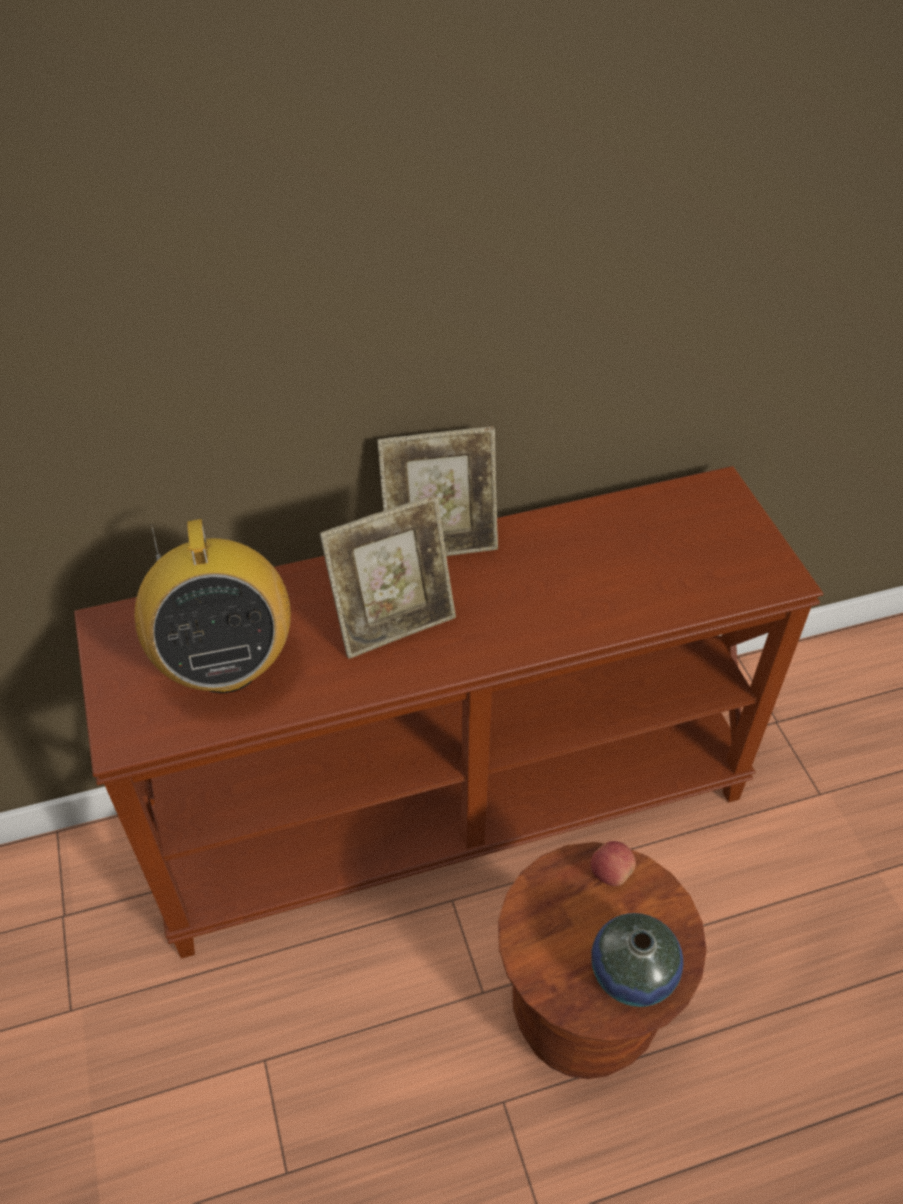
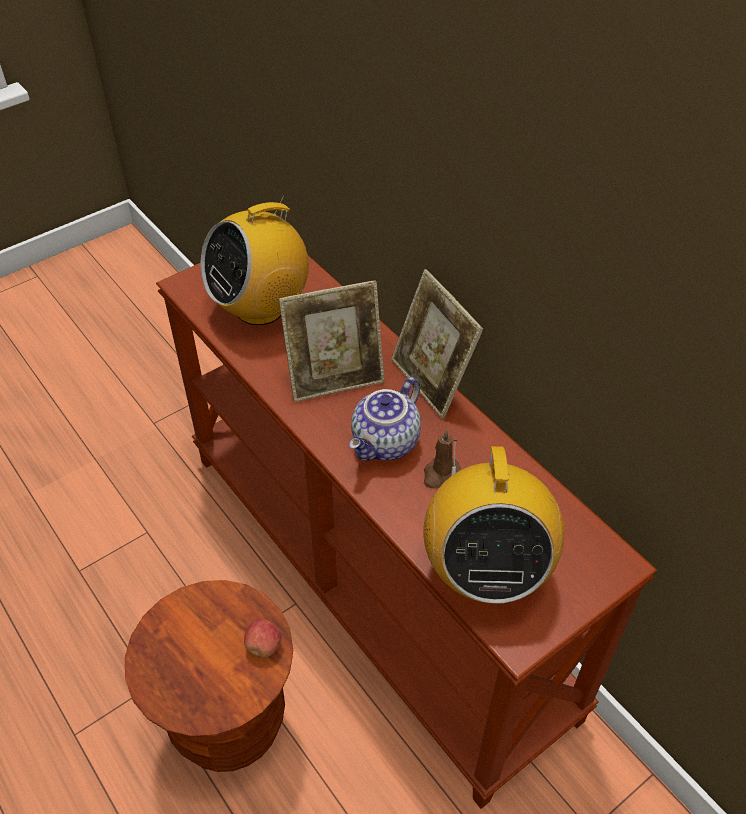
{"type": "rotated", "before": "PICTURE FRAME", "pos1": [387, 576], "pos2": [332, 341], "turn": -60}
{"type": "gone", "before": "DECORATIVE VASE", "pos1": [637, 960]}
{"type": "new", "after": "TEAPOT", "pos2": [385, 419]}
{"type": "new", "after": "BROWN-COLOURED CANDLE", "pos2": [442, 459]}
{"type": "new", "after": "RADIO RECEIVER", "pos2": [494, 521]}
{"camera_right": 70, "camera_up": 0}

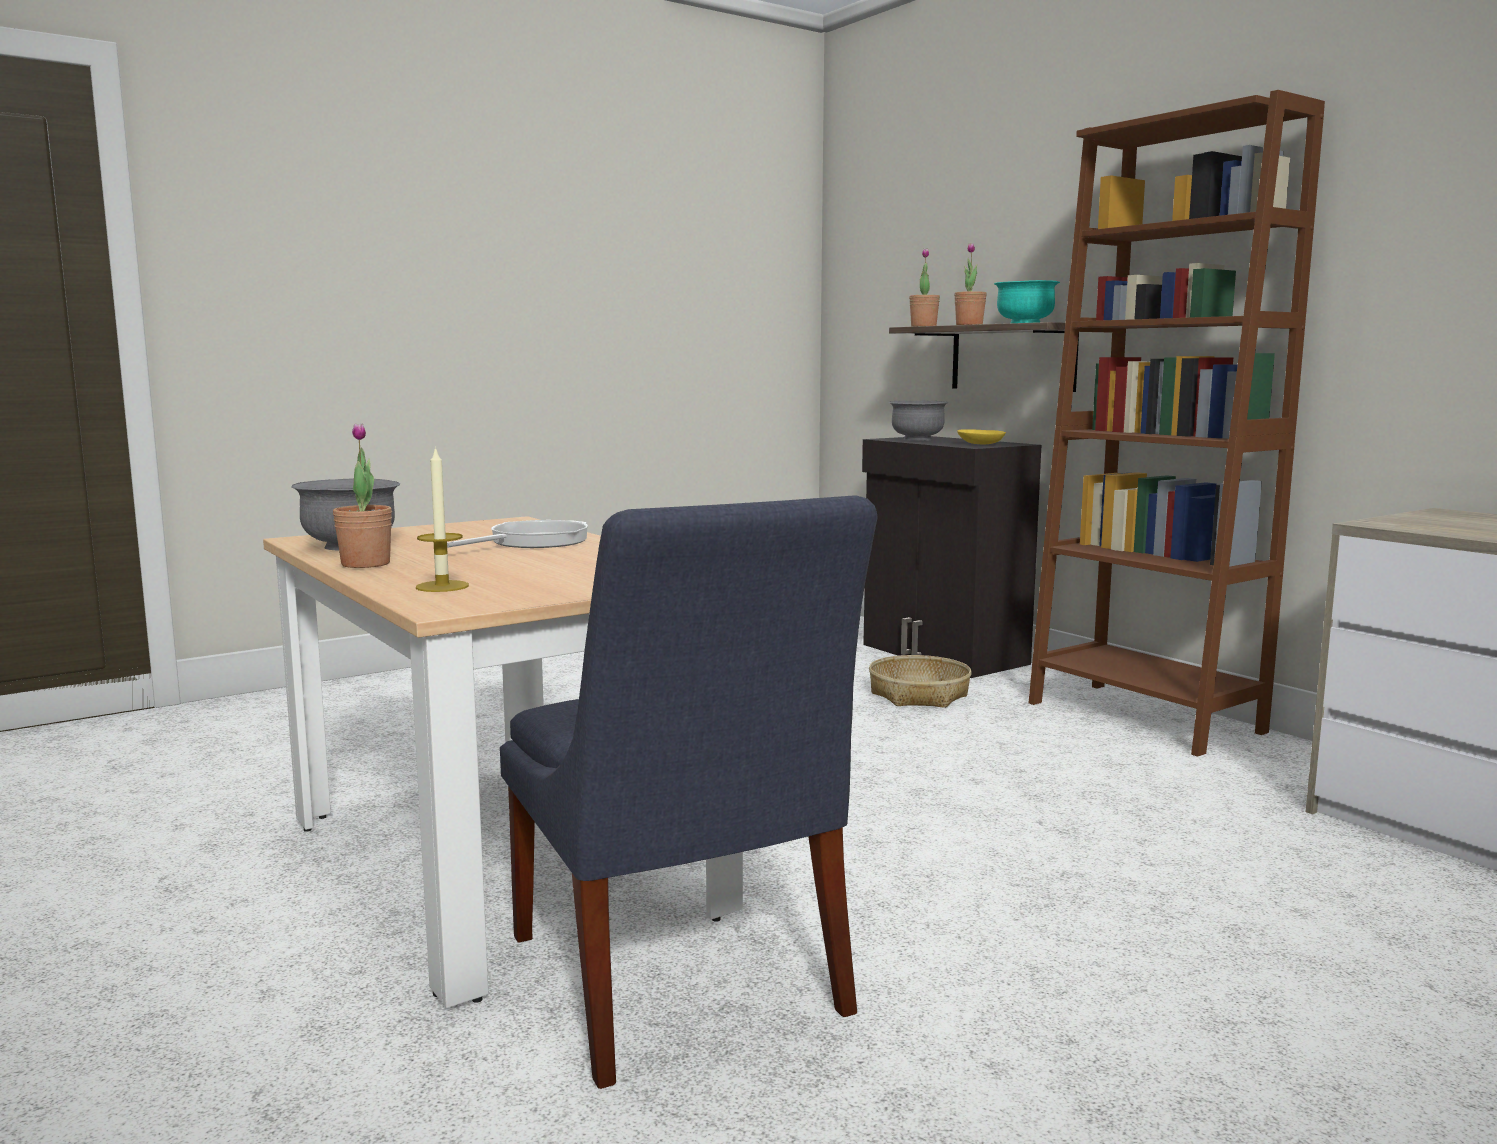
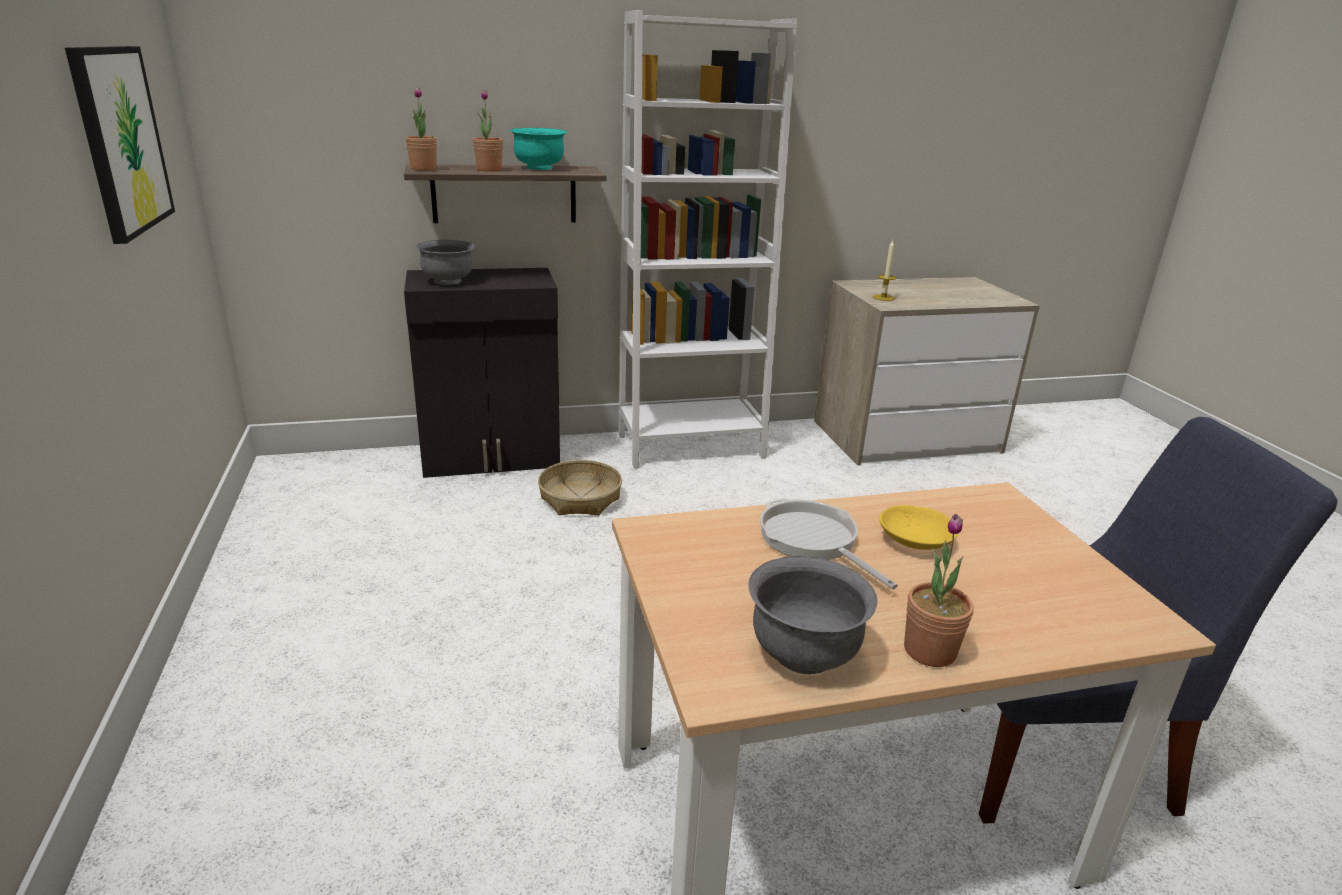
{"type": "shifted", "before": "CANDLE", "pos1": [442, 519], "pos2": [884, 270]}
{"type": "shifted", "before": "YELLOWISH DEEP DISH", "pos1": [981, 436], "pos2": [918, 527]}
{"type": "repainted", "before": "BROWN-COLOURED SHELVING UNIT", "after": "WHITISH SHELVING UNIT", "pos1": [1177, 423], "pos2": [708, 239]}
{"type": "new", "after": "WALL PICTURE", "pos2": [120, 145]}
{"camera_right": -70, "camera_up": 15}

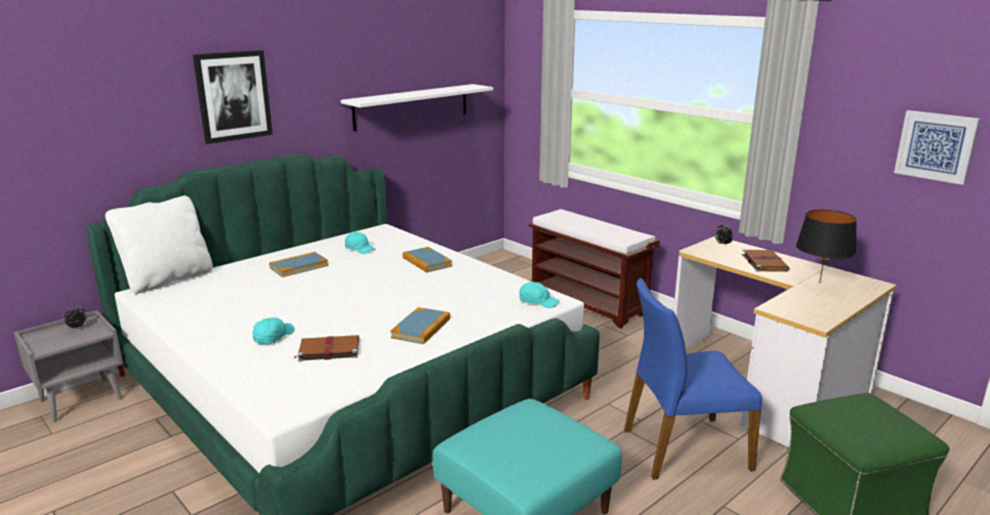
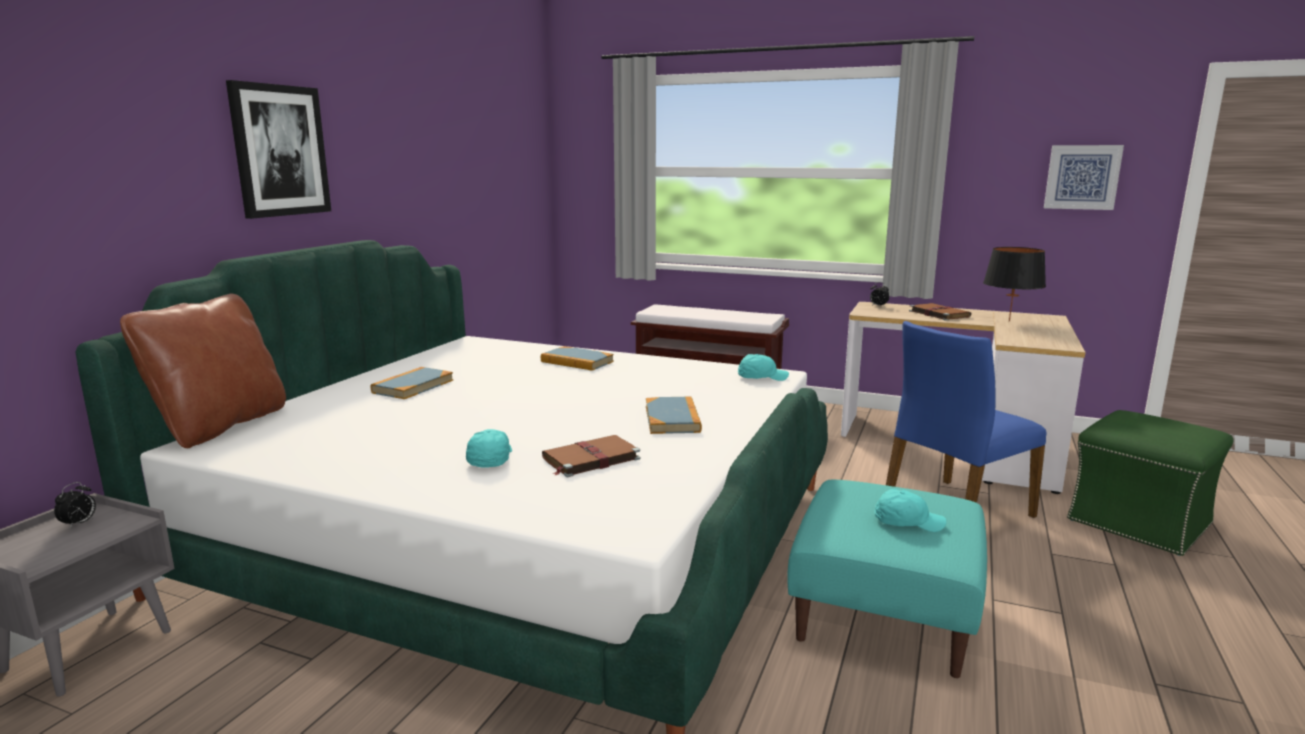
{"type": "repainted", "before": "WHITISH THROW PILLOW", "after": "BROWN-COLOURED THROW PILLOW", "pos1": [159, 244], "pos2": [203, 370]}
{"type": "gone", "before": "WHITISH BRACKET SHELF", "pos1": [417, 107]}
{"type": "shifted", "before": "TURQUOISE PEAKED CAP", "pos1": [360, 243], "pos2": [910, 510]}
{"camera_right": -25, "camera_up": -5}

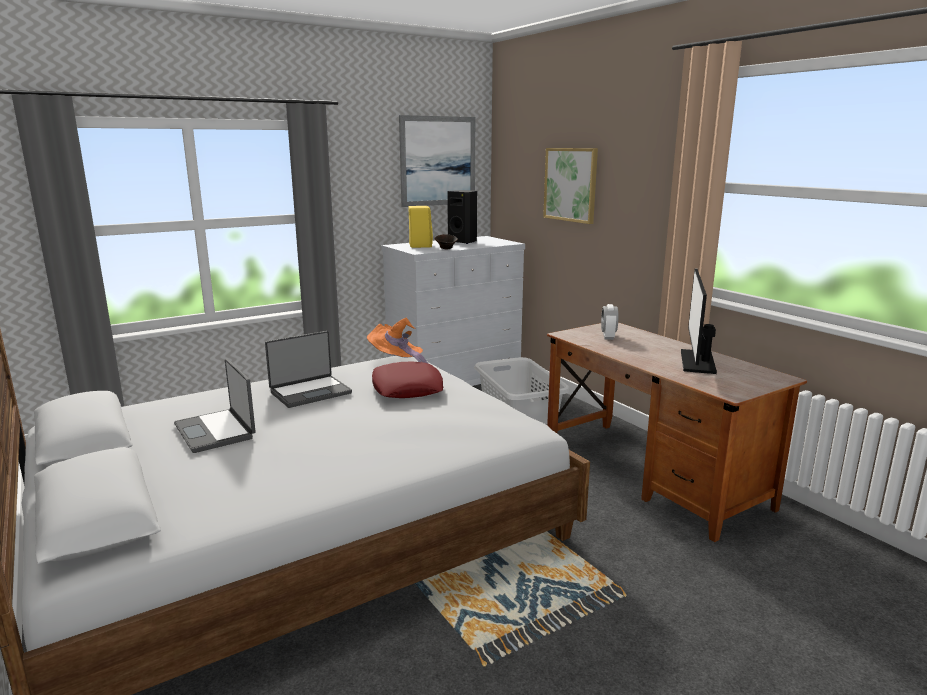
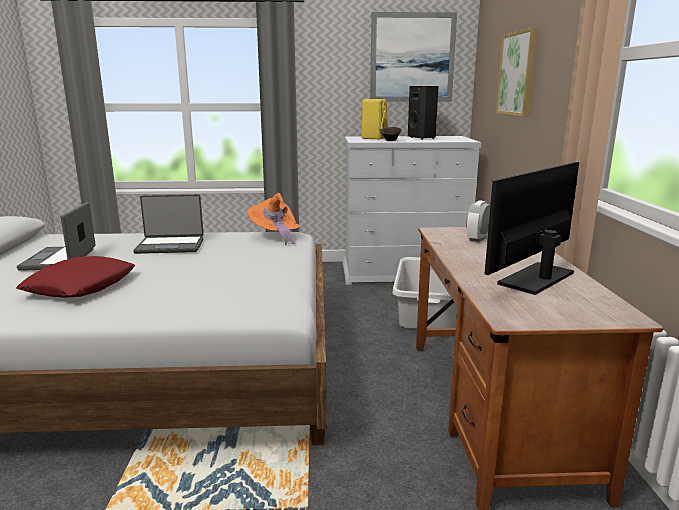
{"type": "shifted", "before": "RED-COLOURED THROW PILLOW", "pos1": [407, 379], "pos2": [75, 277]}
{"camera_right": 30, "camera_up": 0}

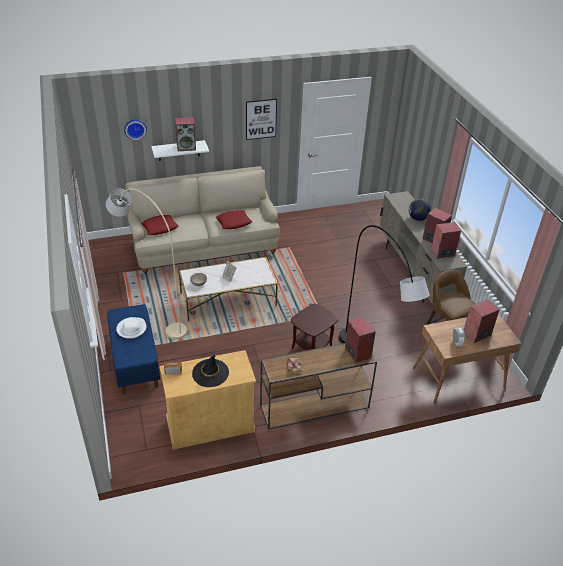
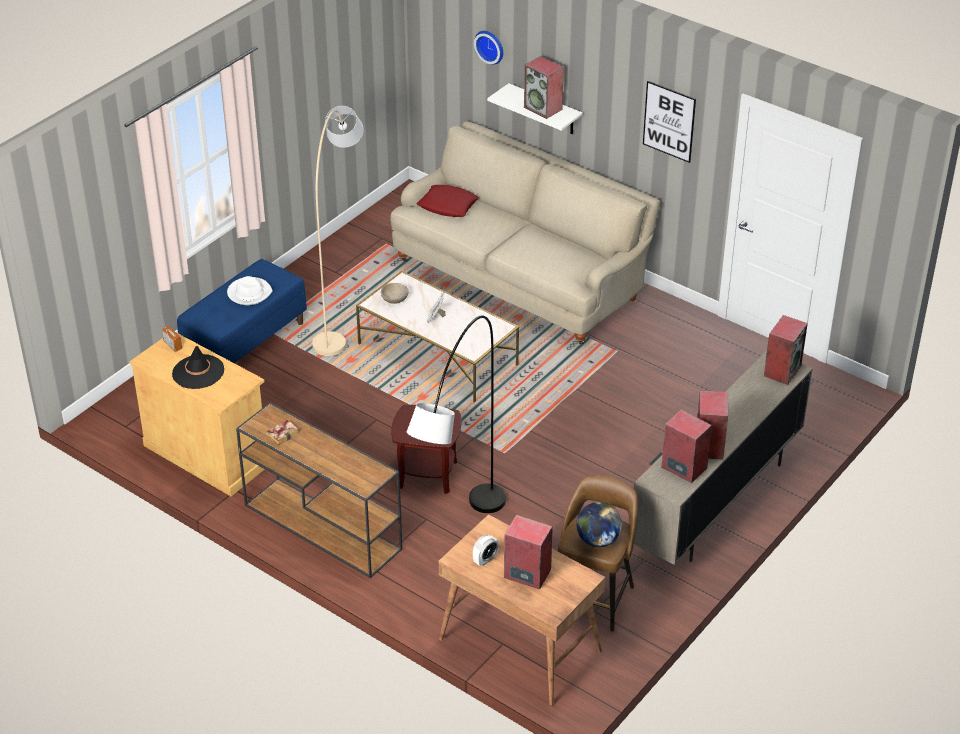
{"type": "gone", "before": "RED-COLOURED THROW PILLOW", "pos1": [234, 219]}
{"type": "shifted", "before": "AUDIO SPEAKER", "pos1": [360, 339], "pos2": [786, 350]}
{"type": "shifted", "before": "DESK GLOBE", "pos1": [420, 210], "pos2": [599, 524]}
{"camera_right": 55, "camera_up": 0}

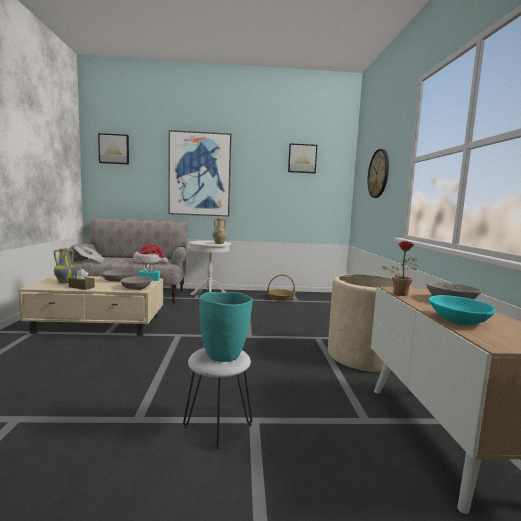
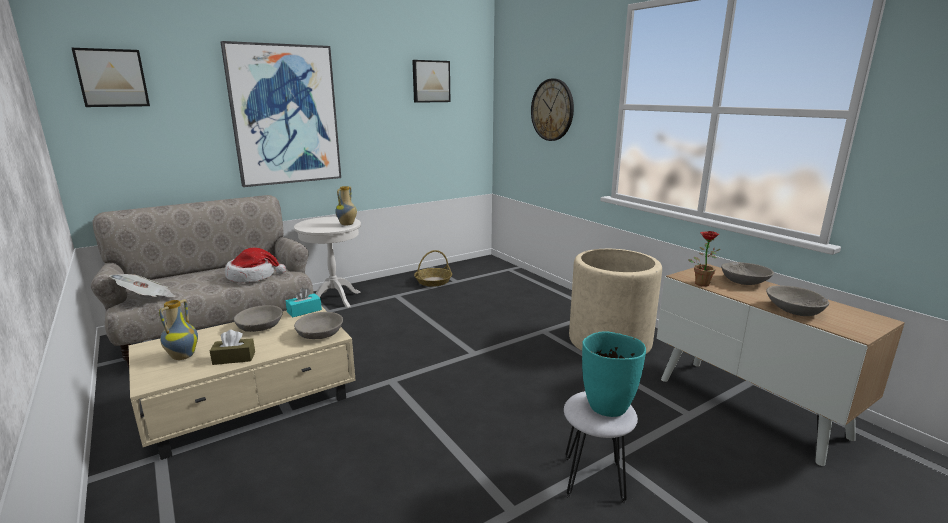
{"type": "repainted", "before": "TURQUOISE DEEP DISH", "after": "GREY DEEP DISH", "pos1": [462, 310], "pos2": [797, 300]}
{"camera_right": -30, "camera_up": 10}

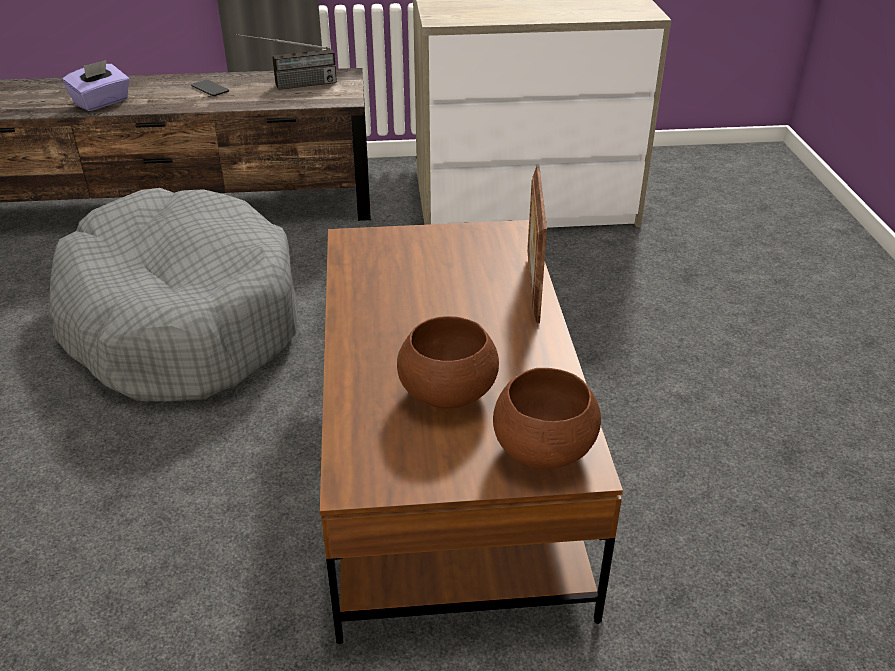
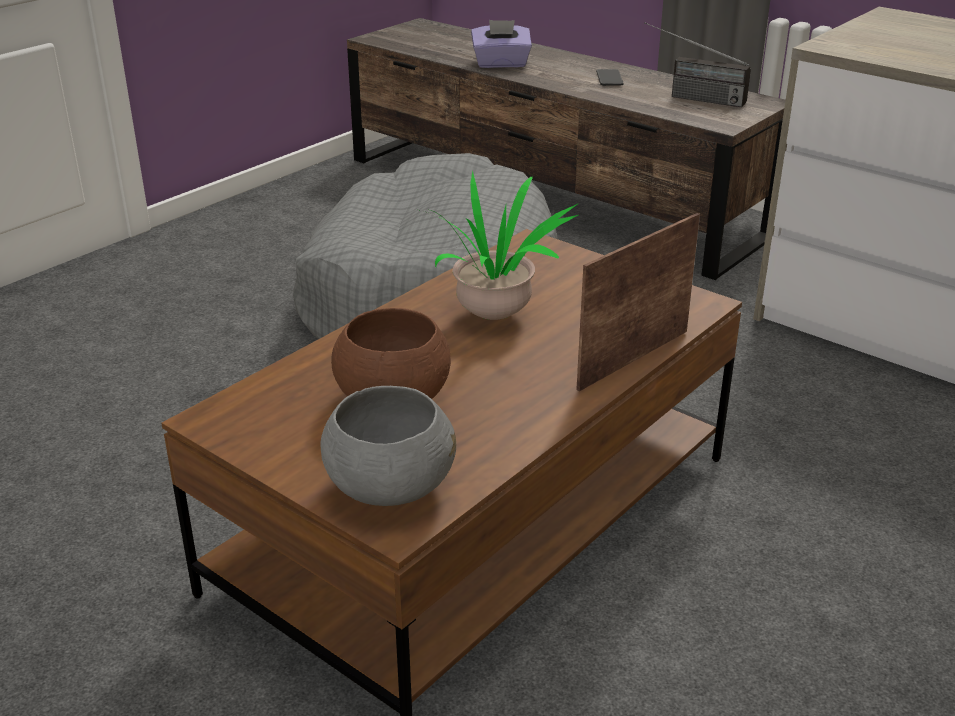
{"type": "repainted", "before": "BROWN-COLOURED DEEP DISH", "after": "GREY DEEP DISH", "pos1": [547, 418], "pos2": [388, 446]}
{"type": "new", "after": "HOUSEPLANT", "pos2": [503, 245]}
{"camera_right": 45, "camera_up": -5}

